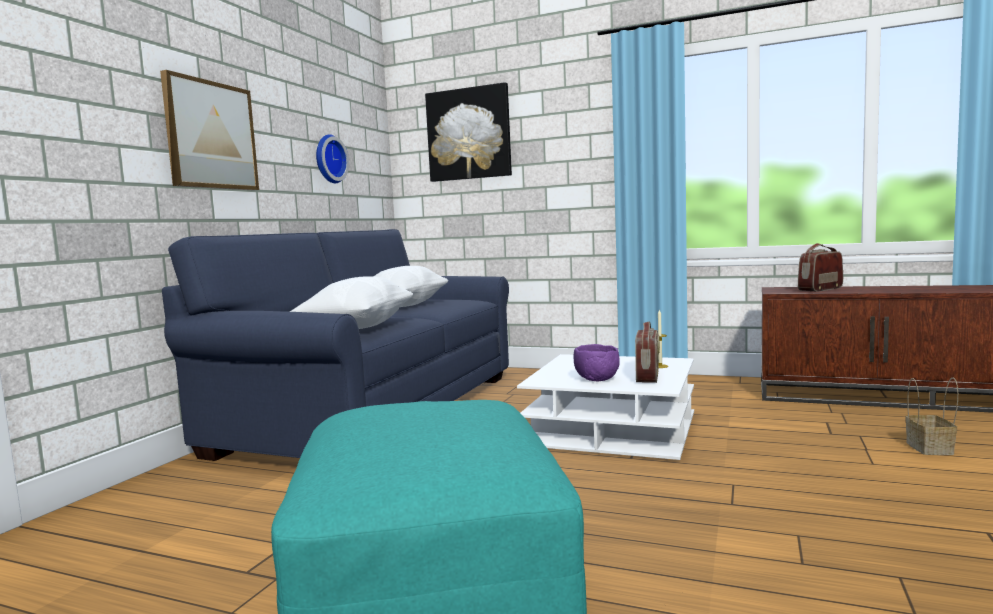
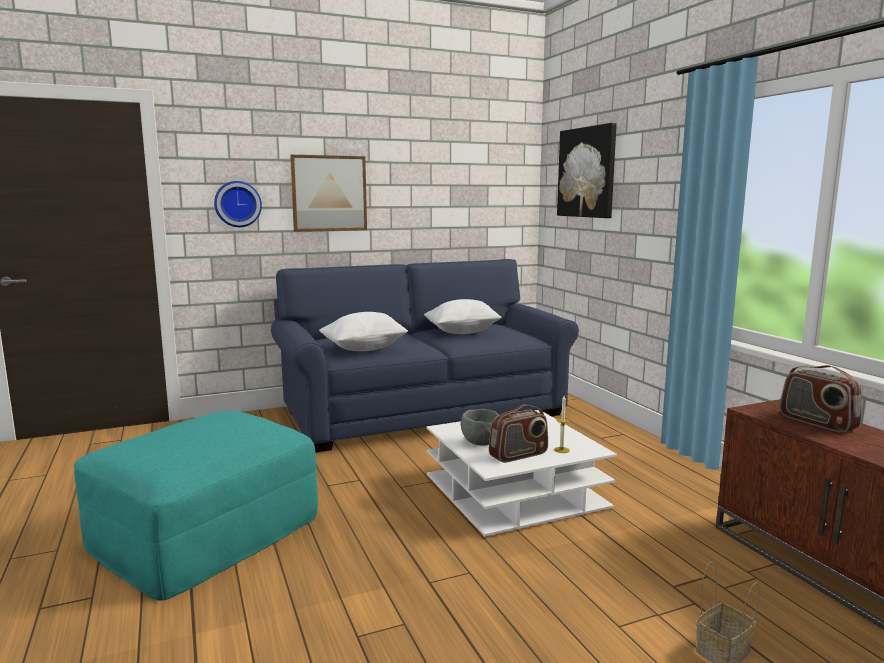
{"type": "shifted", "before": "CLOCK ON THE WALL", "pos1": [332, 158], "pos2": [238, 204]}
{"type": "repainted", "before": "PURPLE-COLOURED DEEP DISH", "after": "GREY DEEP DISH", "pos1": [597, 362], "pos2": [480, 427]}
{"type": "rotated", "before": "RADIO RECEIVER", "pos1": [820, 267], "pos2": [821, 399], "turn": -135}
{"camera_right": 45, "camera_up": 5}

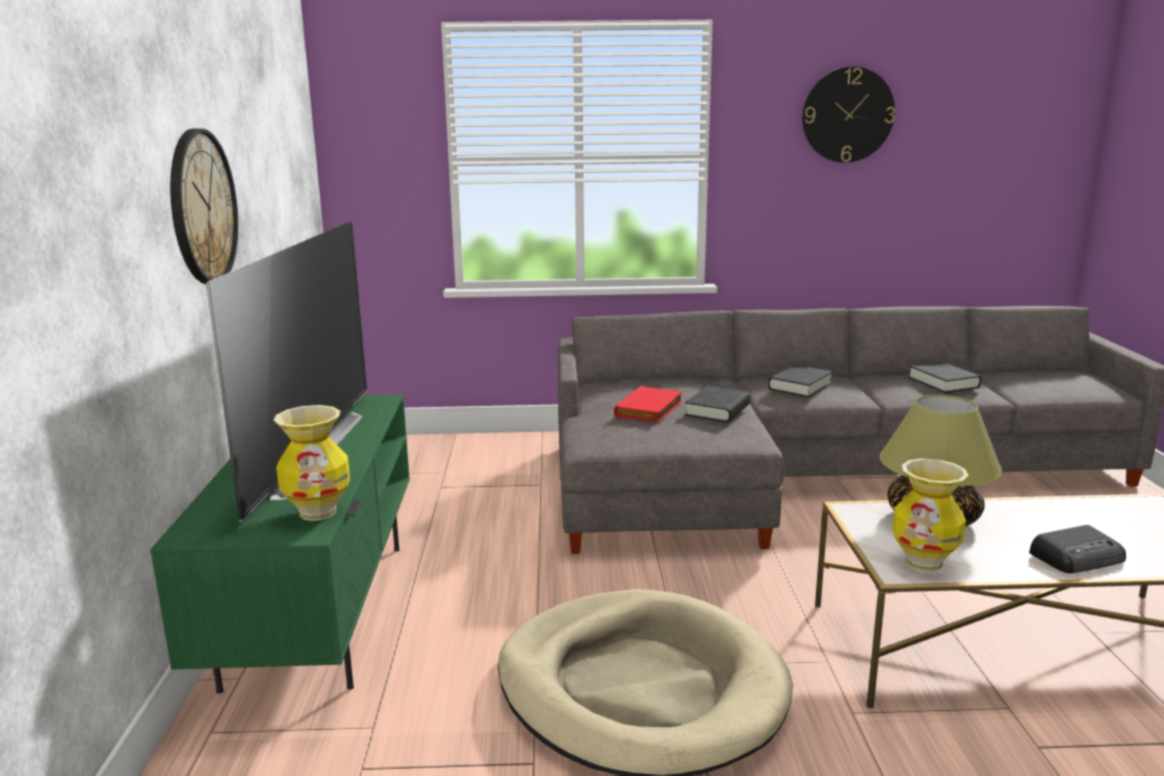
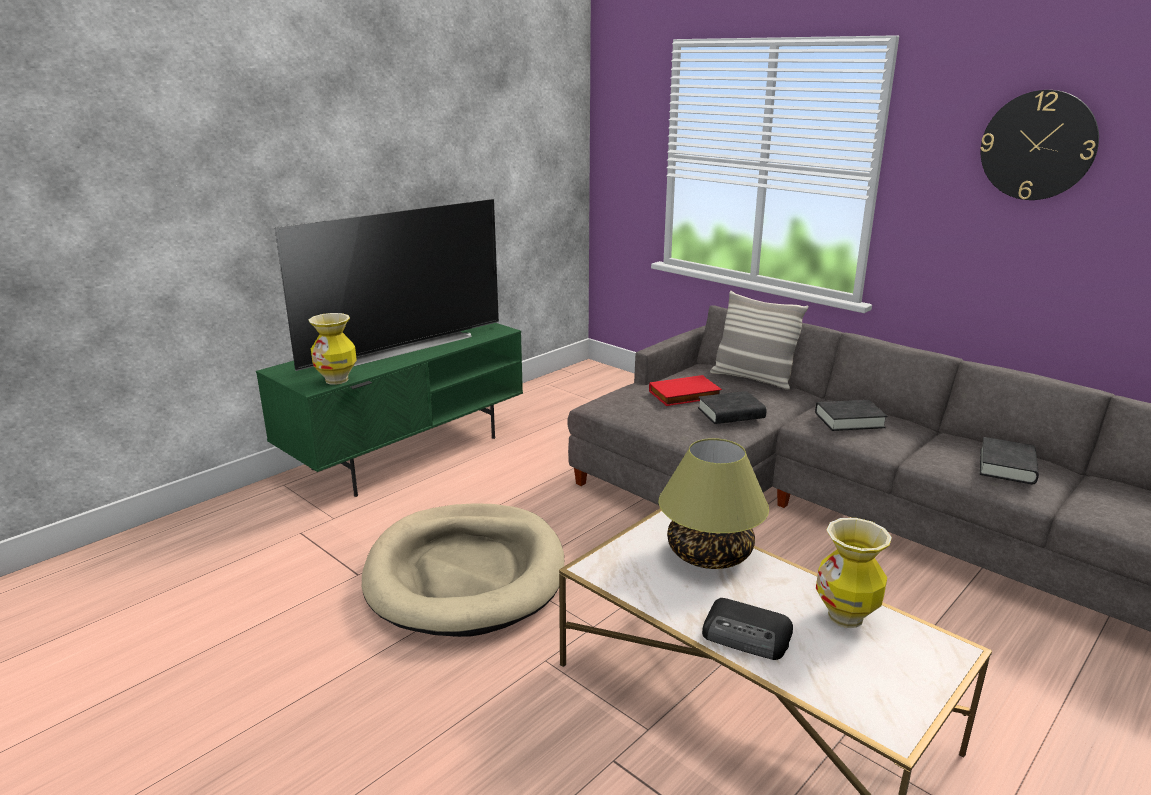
{"type": "gone", "before": "CLOCK ON THE WALL", "pos1": [204, 206]}
{"type": "shifted", "before": "DECORATIVE VASE", "pos1": [930, 515], "pos2": [854, 573]}
{"type": "new", "after": "THROW PILLOW", "pos2": [759, 340]}
{"camera_right": 45, "camera_up": 5}

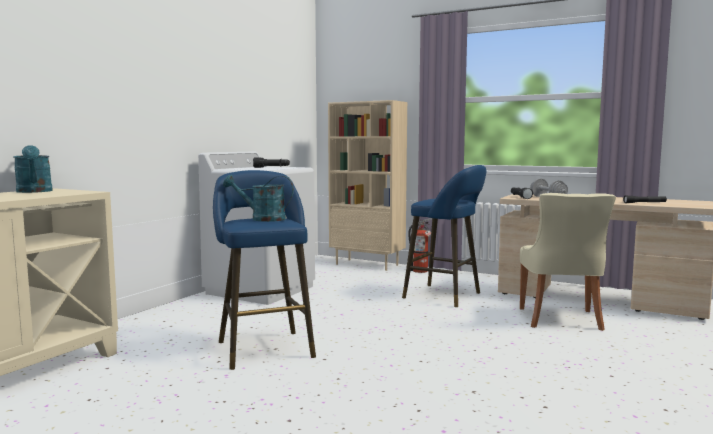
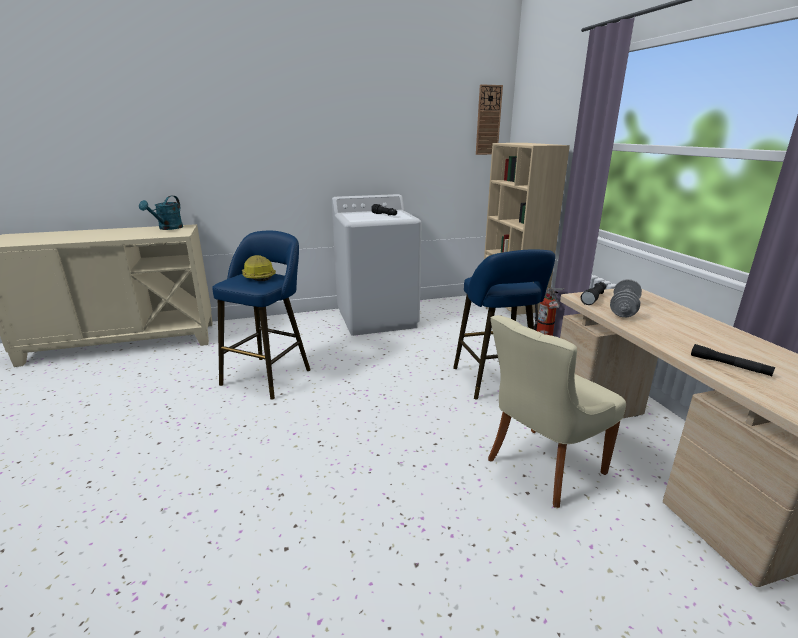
{"type": "swapped", "before": "TURQUOISE SPRINKLING CAN", "after": "HARD HAT", "pos1": [258, 198], "pos2": [259, 268]}
{"type": "new", "after": "CLOCK ON THE WALL", "pos2": [489, 120]}
{"camera_right": 45, "camera_up": 15}

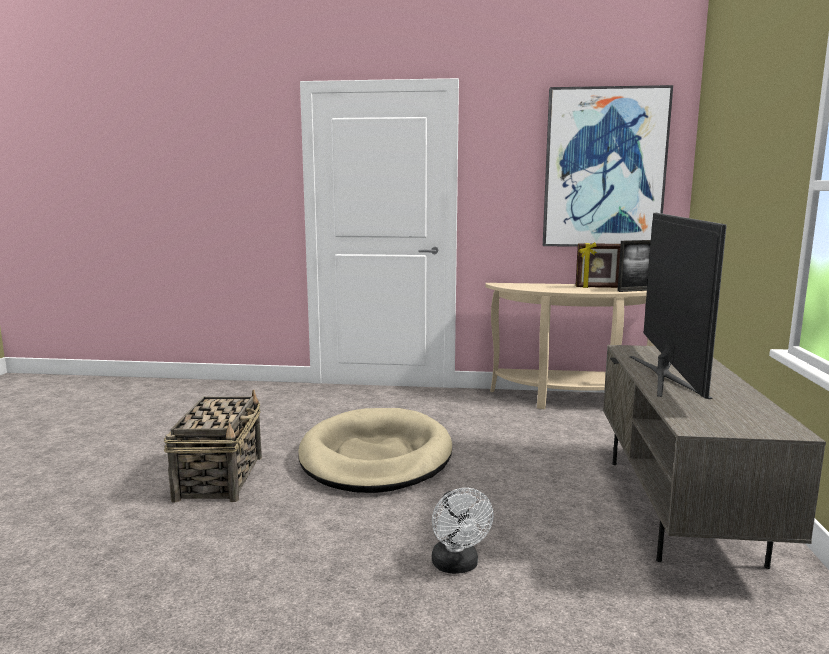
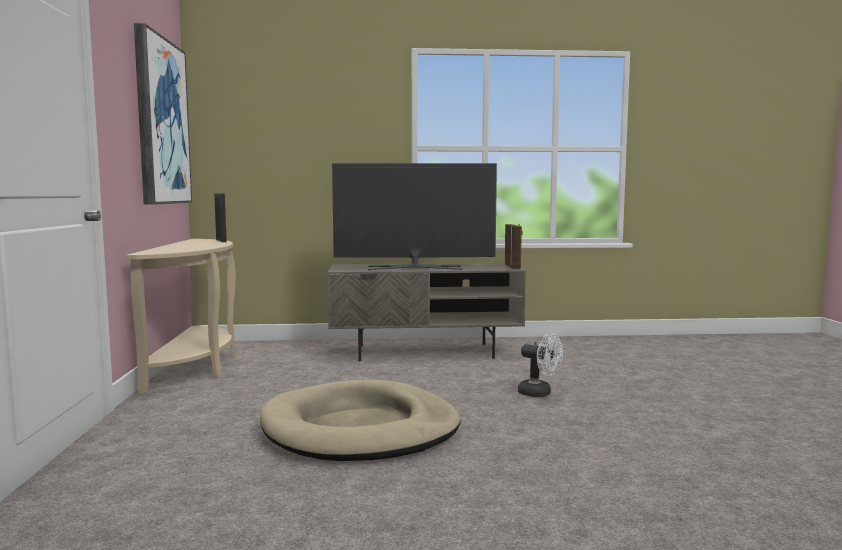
{"type": "gone", "before": "STORAGE BASKET", "pos1": [212, 446]}
{"type": "rotated", "before": "WHITISH COOLING FAN", "pos1": [463, 531], "pos2": [540, 365], "turn": 60}
{"type": "shifted", "before": "PICTURE FRAME", "pos1": [598, 265], "pos2": [514, 246]}
{"camera_right": -100, "camera_up": -5}

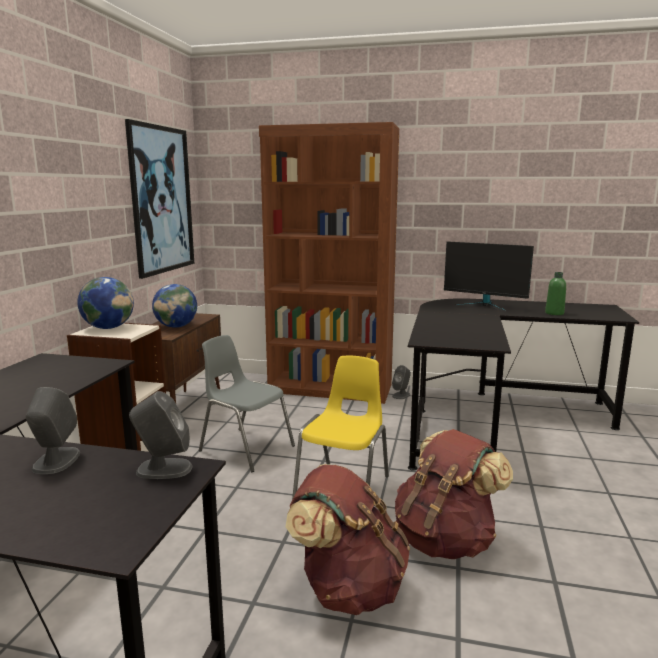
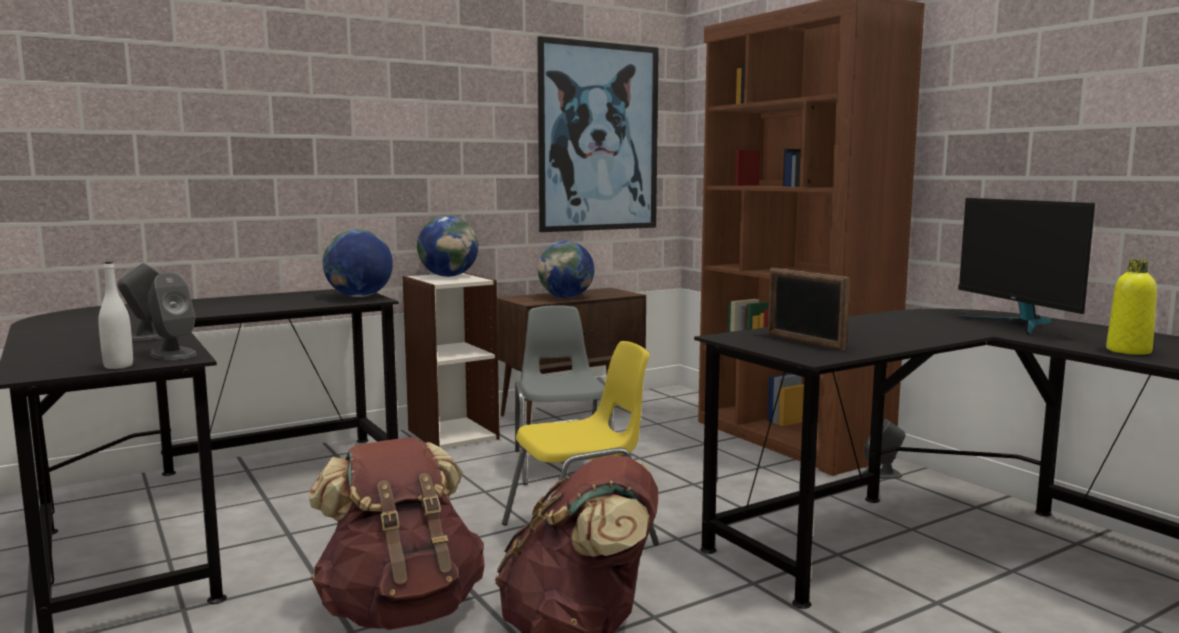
{"type": "repainted", "before": "GREEN BOTTLE", "after": "YELLOWISH BOTTLE", "pos1": [555, 293], "pos2": [1131, 307]}
{"type": "new", "after": "WHITISH BOTTLE", "pos2": [116, 315]}
{"type": "new", "after": "DESK GLOBE", "pos2": [358, 263]}
{"type": "new", "after": "PICTURE FRAME", "pos2": [809, 309]}
{"camera_right": 45, "camera_up": -5}

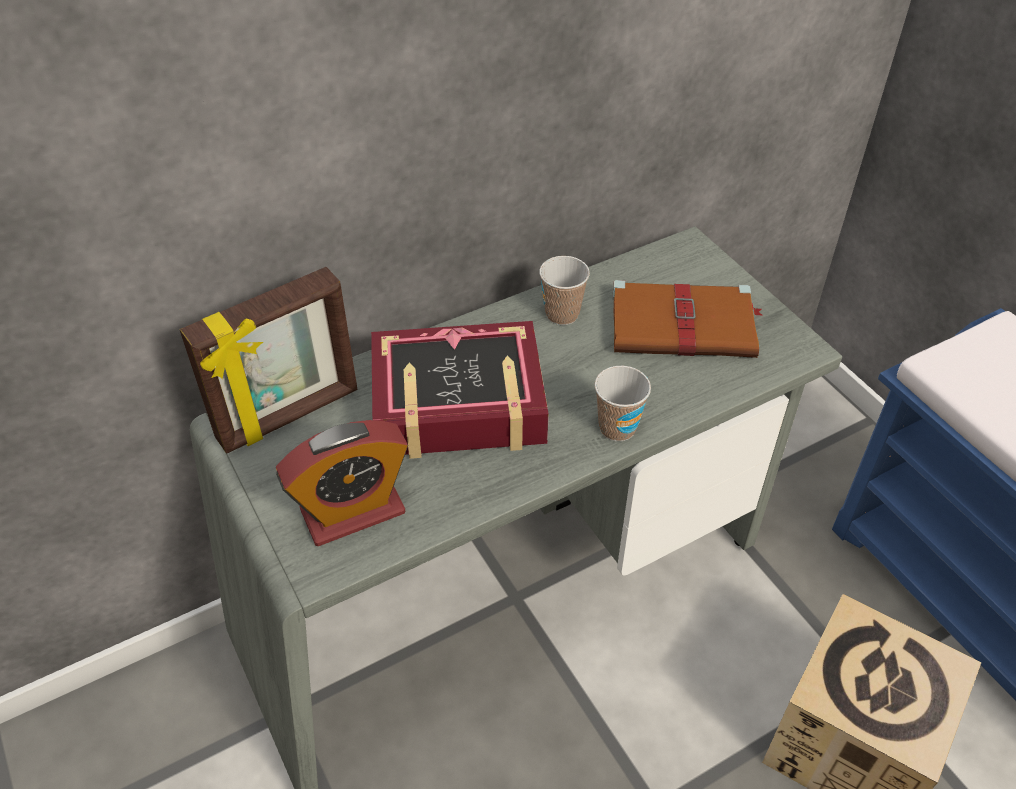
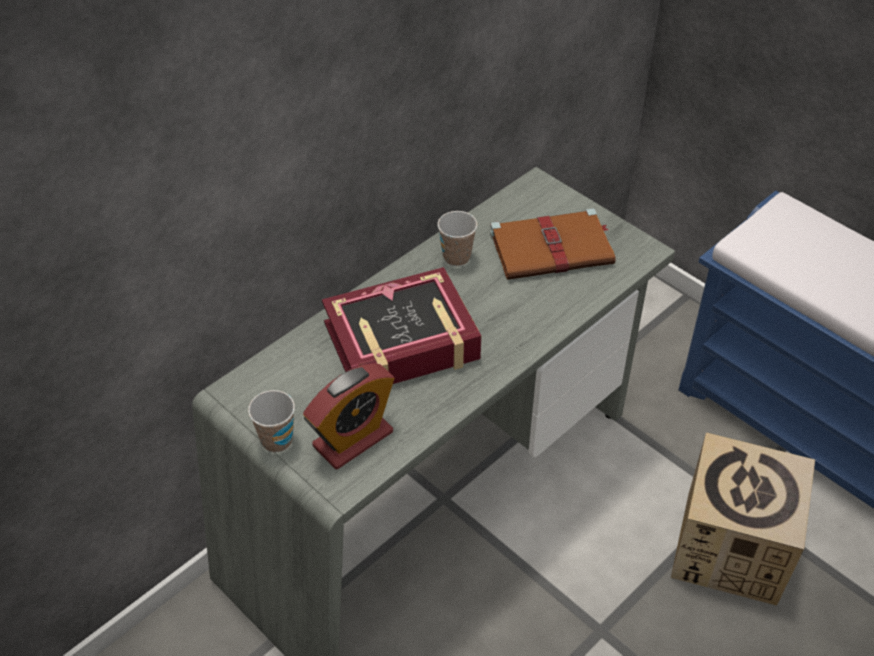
{"type": "gone", "before": "PICTURE FRAME", "pos1": [268, 360]}
{"type": "shifted", "before": "CUP", "pos1": [623, 403], "pos2": [271, 421]}
{"camera_right": -15, "camera_up": 0}

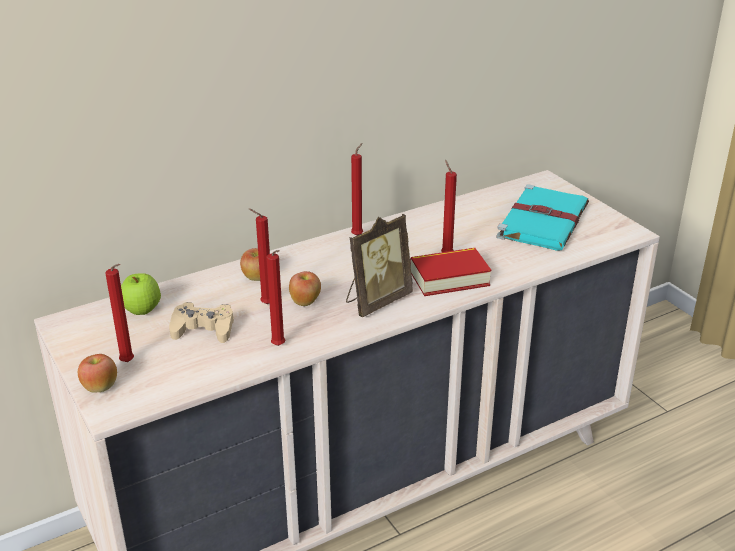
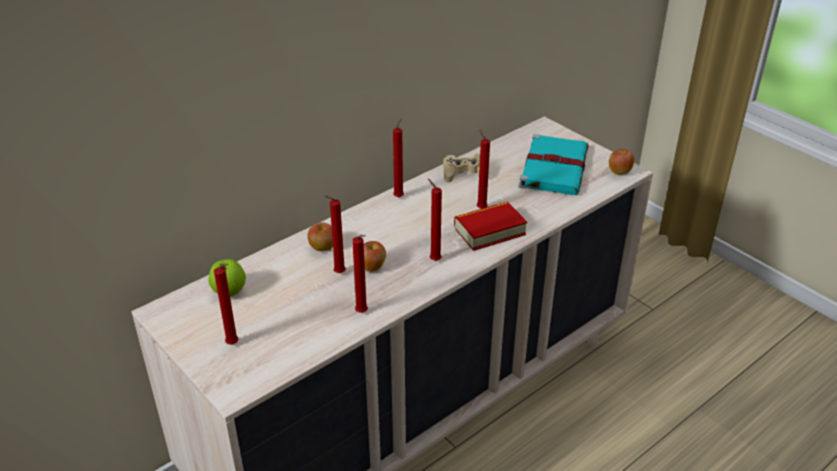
{"type": "shifted", "before": "WHOLE APPLE", "pos1": [97, 373], "pos2": [621, 162]}
{"type": "shifted", "before": "BEIGE-COLOURED JOYPAD", "pos1": [201, 322], "pos2": [466, 168]}
{"type": "swapped", "before": "PICTURE FRAME", "after": "RED-COLOURED CANDLE", "pos1": [379, 265], "pos2": [435, 220]}
{"camera_right": -10, "camera_up": 5}

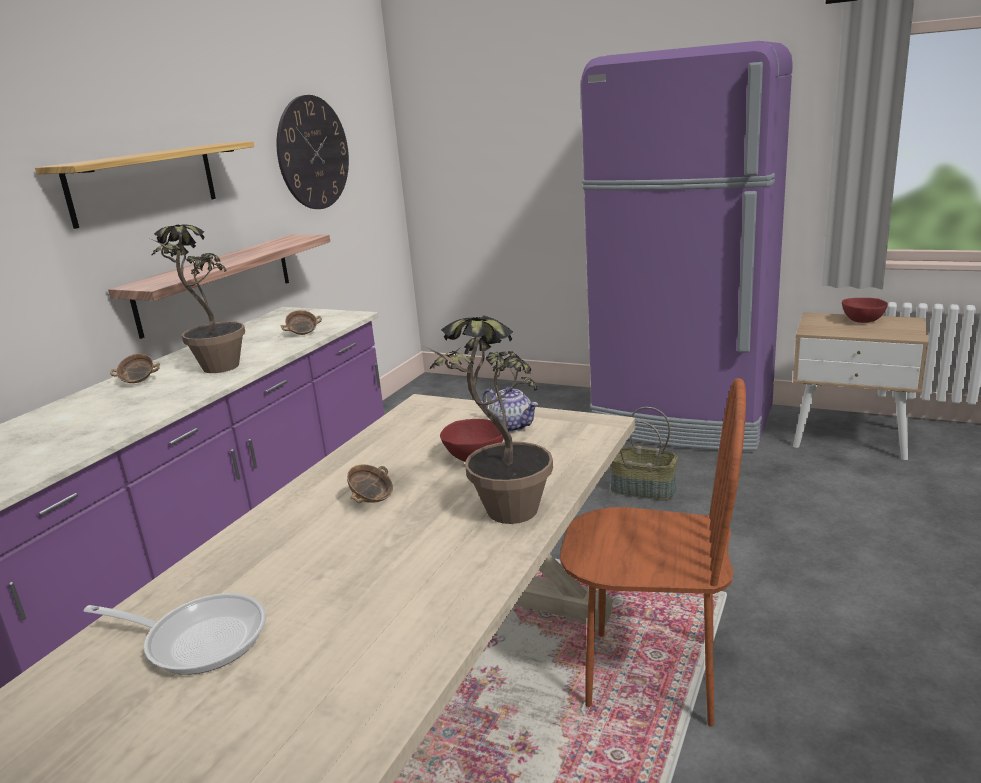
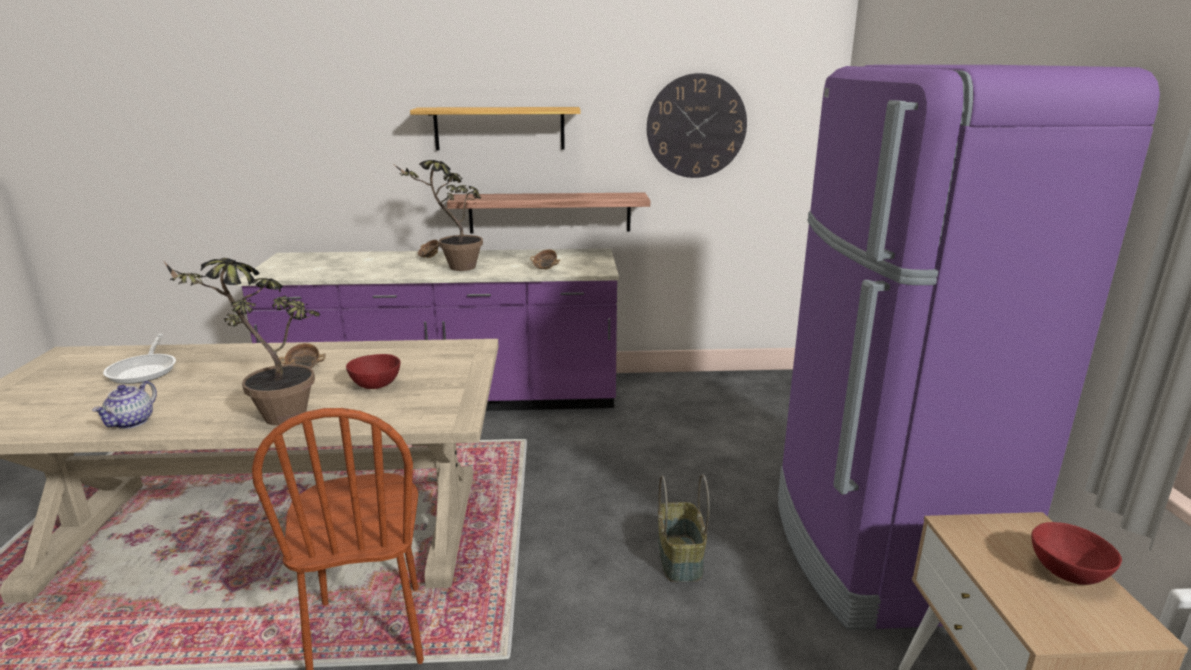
{"type": "shifted", "before": "TEAPOT", "pos1": [510, 409], "pos2": [124, 405]}
{"camera_right": 60, "camera_up": 0}

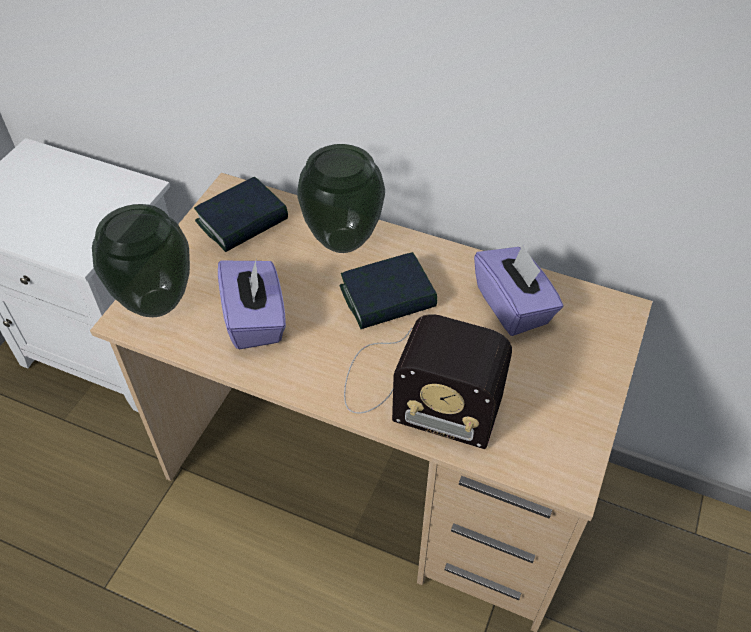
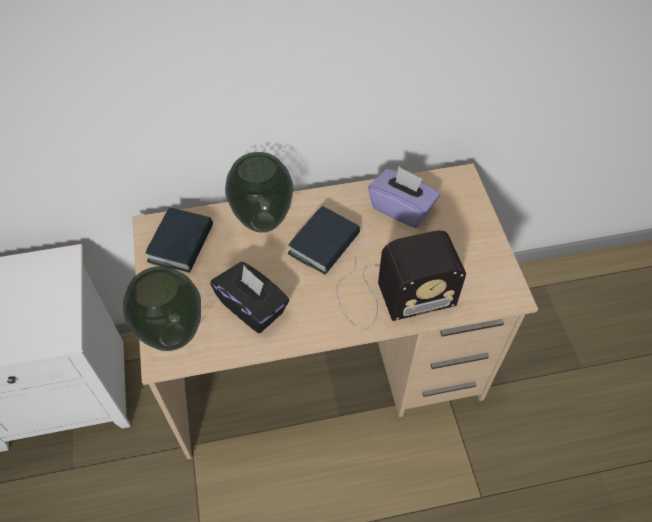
{"type": "repainted", "before": "PURPLE-COLOURED BOX OF TISSUES", "after": "BLACK-COLOURED BOX OF TISSUES", "pos1": [252, 304], "pos2": [249, 298]}
{"camera_right": -35, "camera_up": 5}

